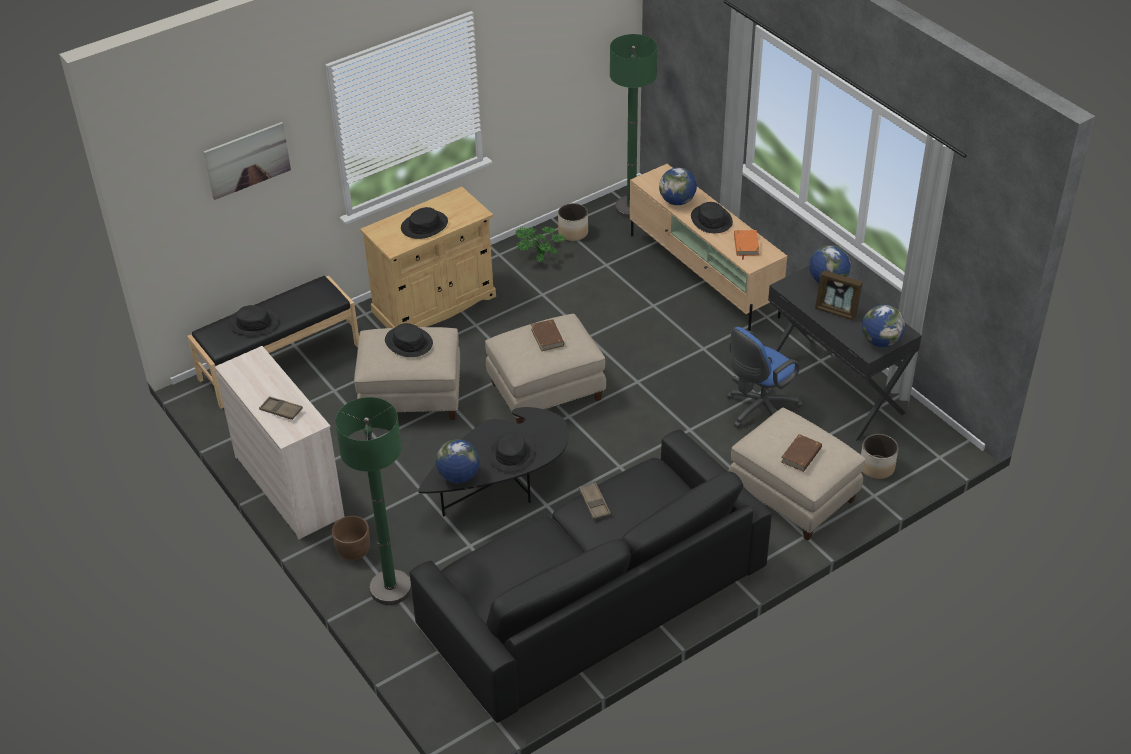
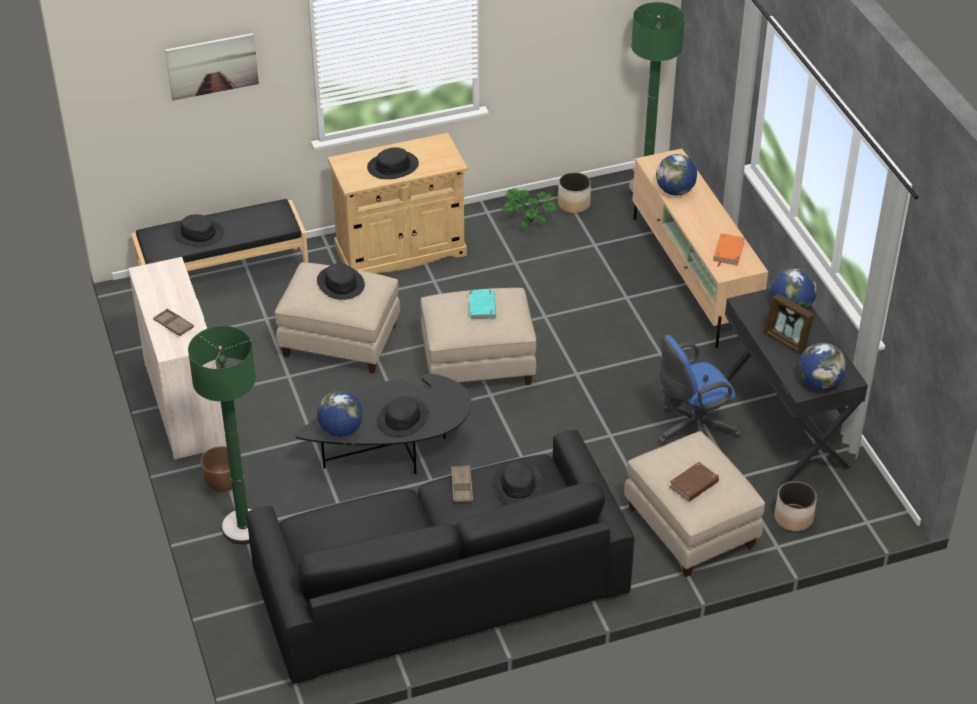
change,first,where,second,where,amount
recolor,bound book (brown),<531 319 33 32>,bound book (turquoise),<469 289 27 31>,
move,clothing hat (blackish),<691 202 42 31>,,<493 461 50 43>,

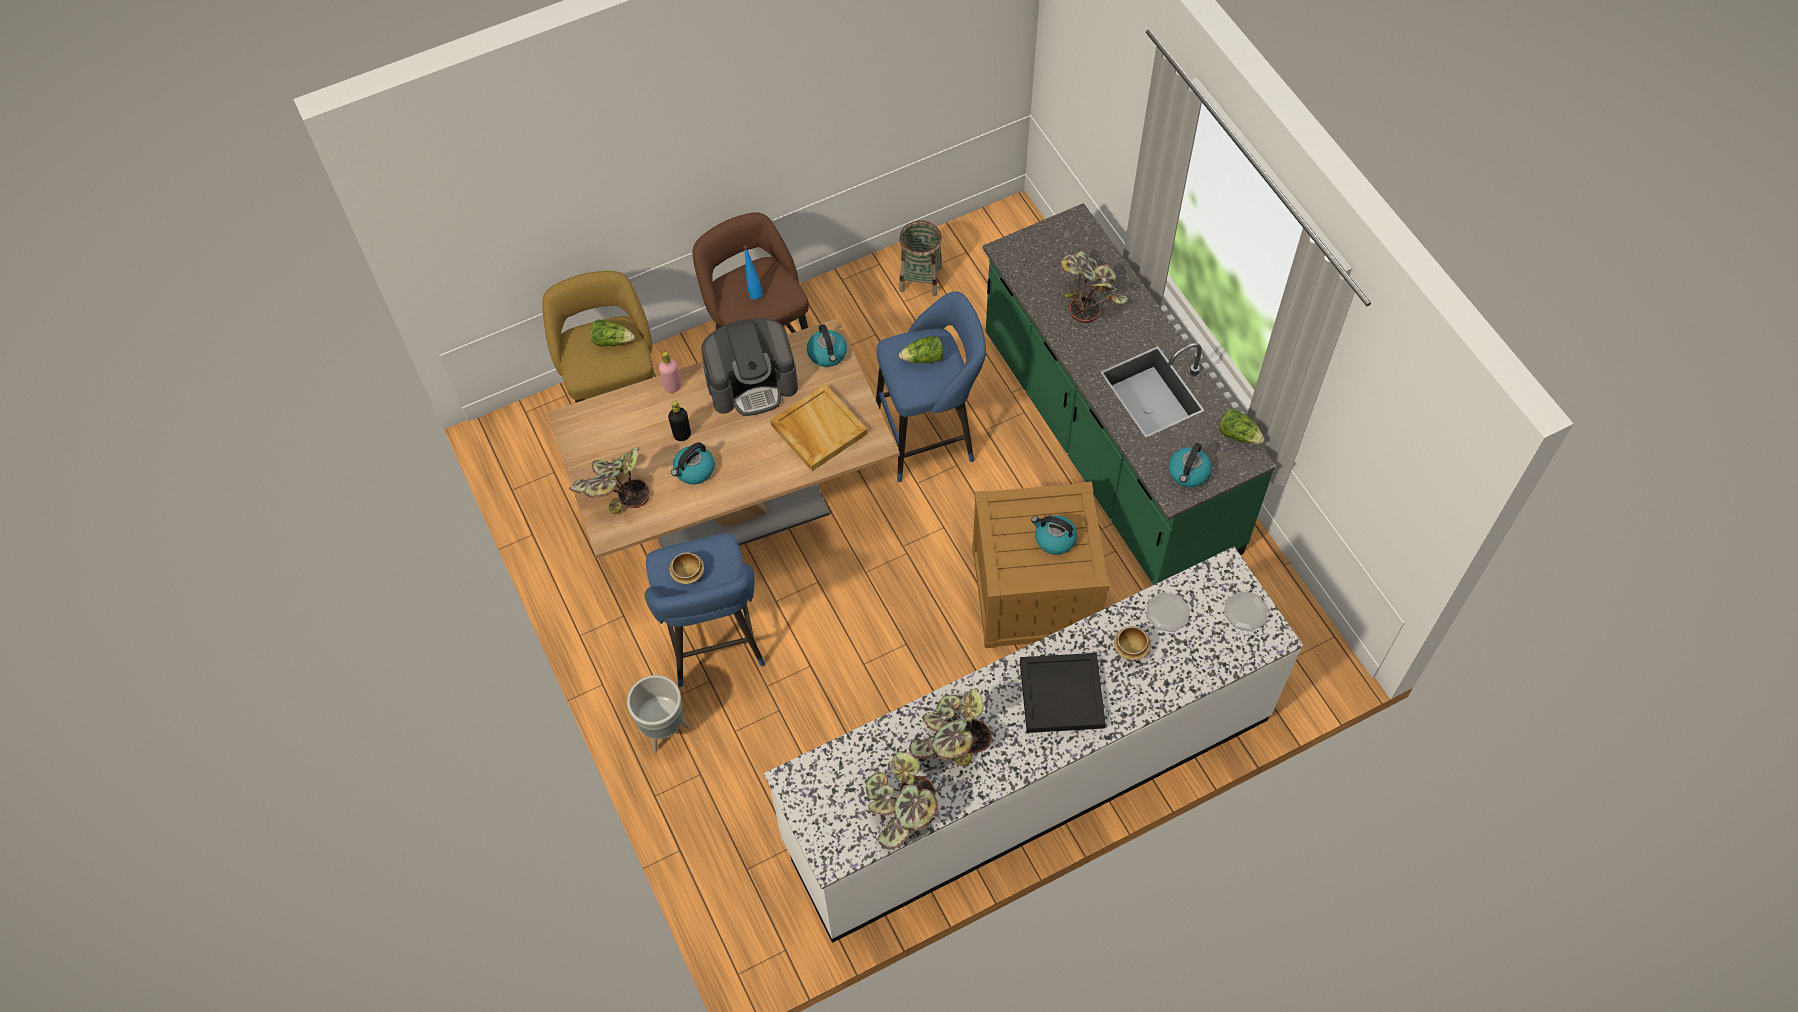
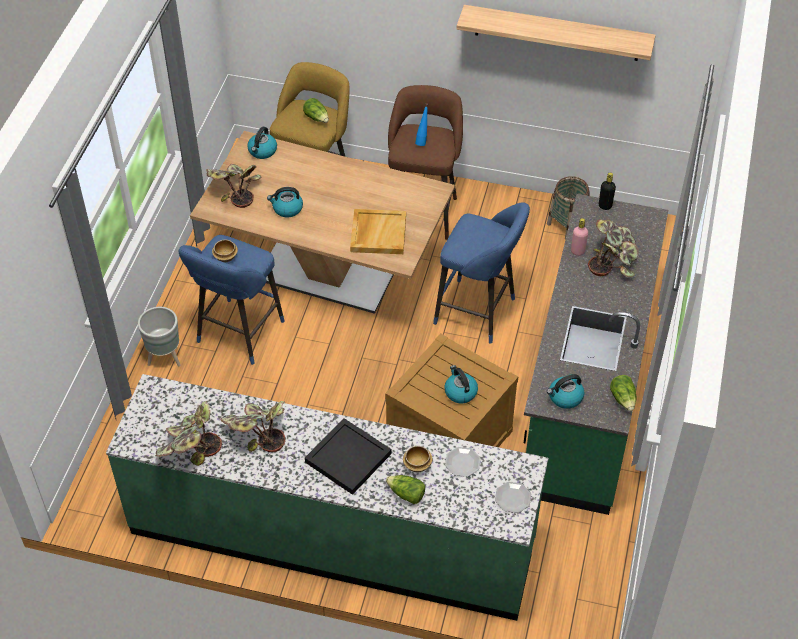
change,first,where,second,where,amount
move,drink bottle (pinkish),<659 352 22 41>,,<571 218 17 38>,
move,drink bottle (blackish),<668 401 23 40>,,<599 173 17 37>,
delete,coffee machine,<701 318 97 98>,,,
recolor,counter (white),<764 547 539 396>,counter (green),<106 374 442 247>,
move,water kettle,<807 324 40 43>,,<247 127 30 32>,
move,lettuce,<899 336 45 27>,,<386 475 39 29>,
insert,,,shelf,<457 5 199 56>,

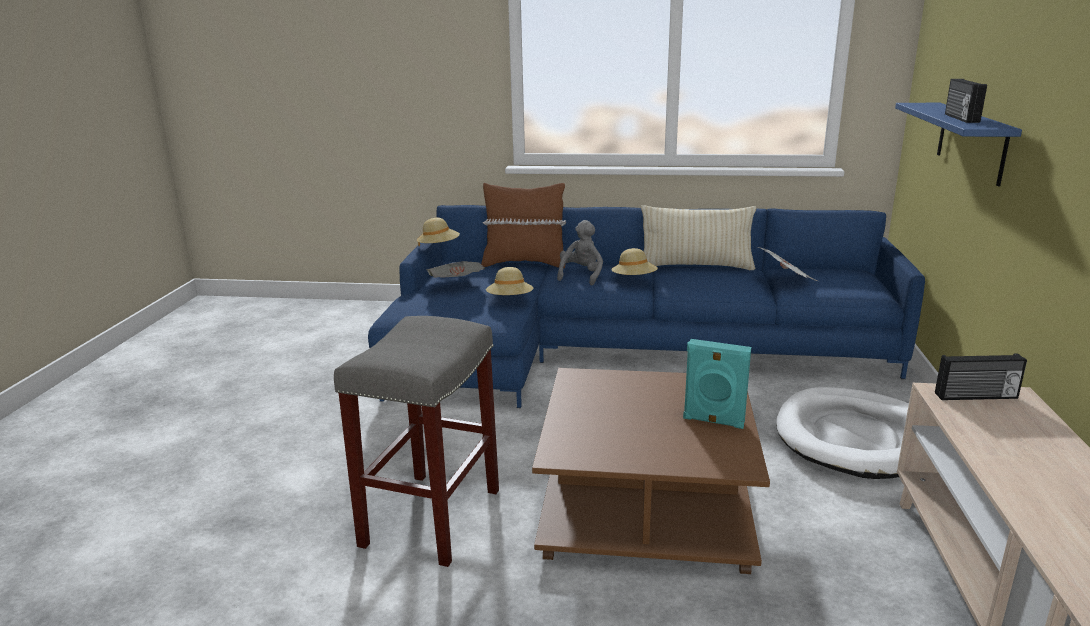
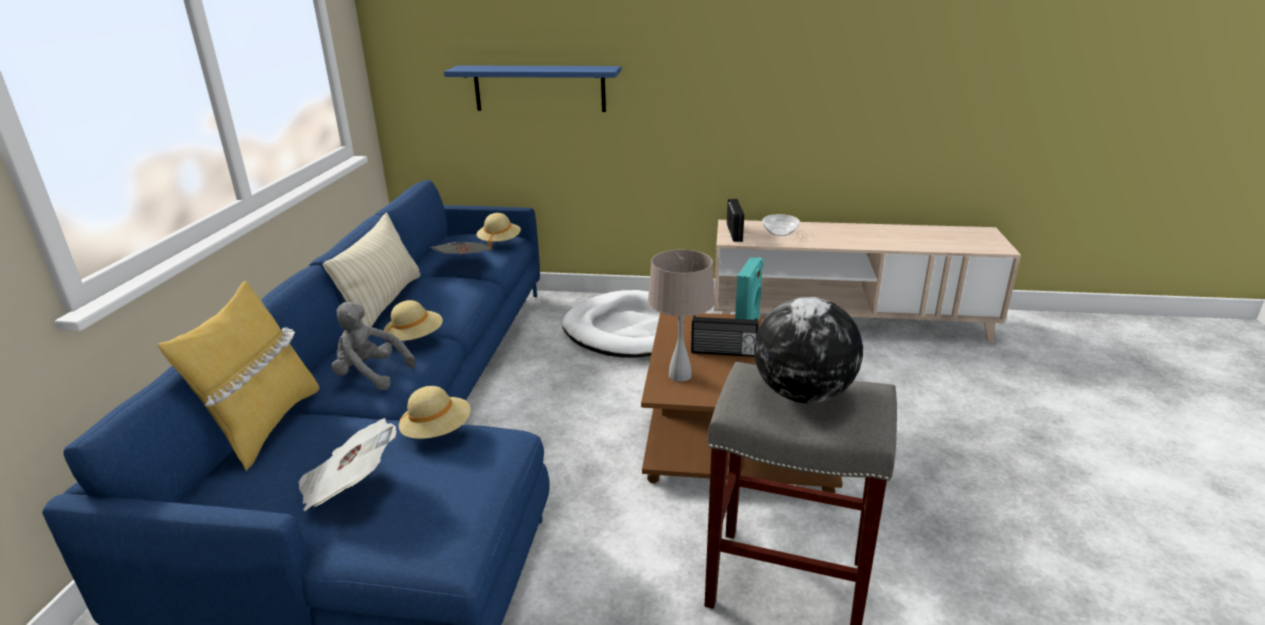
change,first,where,second,where,amount
move,clothing hat (beige),<417 218 43 28>,,<477 213 44 37>,
recolor,cushion (brown),<481 183 85 85>,cushion (yellow),<158 281 161 190>,
move,radio set,<945 79 42 44>,,<691 315 68 42>,
insert,,,table lamp (beige),<648 250 67 132>,
insert,,,world globe,<754 297 109 106>,
insert,,,bowl,<763 214 37 22>,

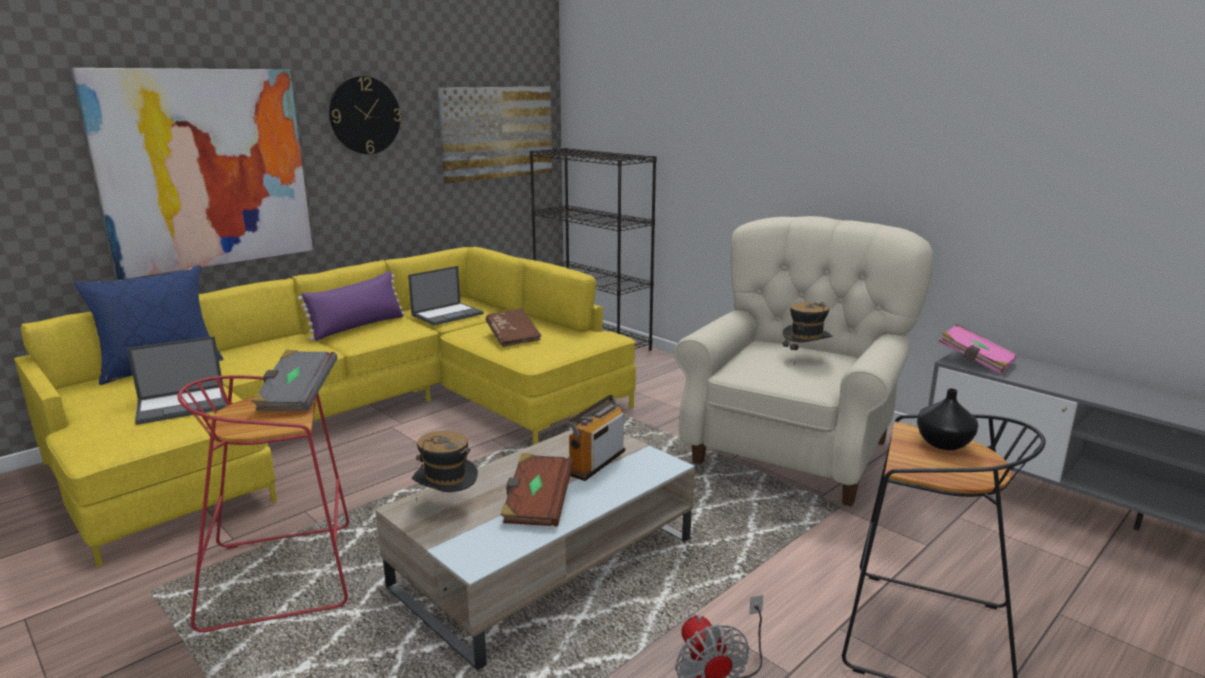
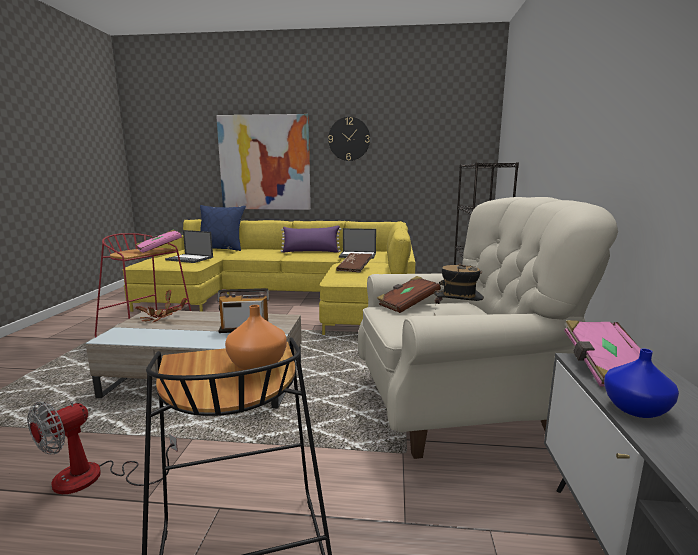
change,first,where,second,where,amount
recolor,bound book (gray),<251 350 86 61>,bound book (pinkish),<135 229 47 24>,
replace,clothing hat,<412 431 66 70>,plant in a pot,<136 290 52 32>,
delete,wall picture,<438 87 114 96>,,,
move,bound book (brown),<501 453 73 74>,,<377 276 64 37>,
recolor,vase (blackish),<917 388 61 62>,vase (orangey),<225 305 62 65>,
insert,,,vase (bluish),<604 348 75 70>,

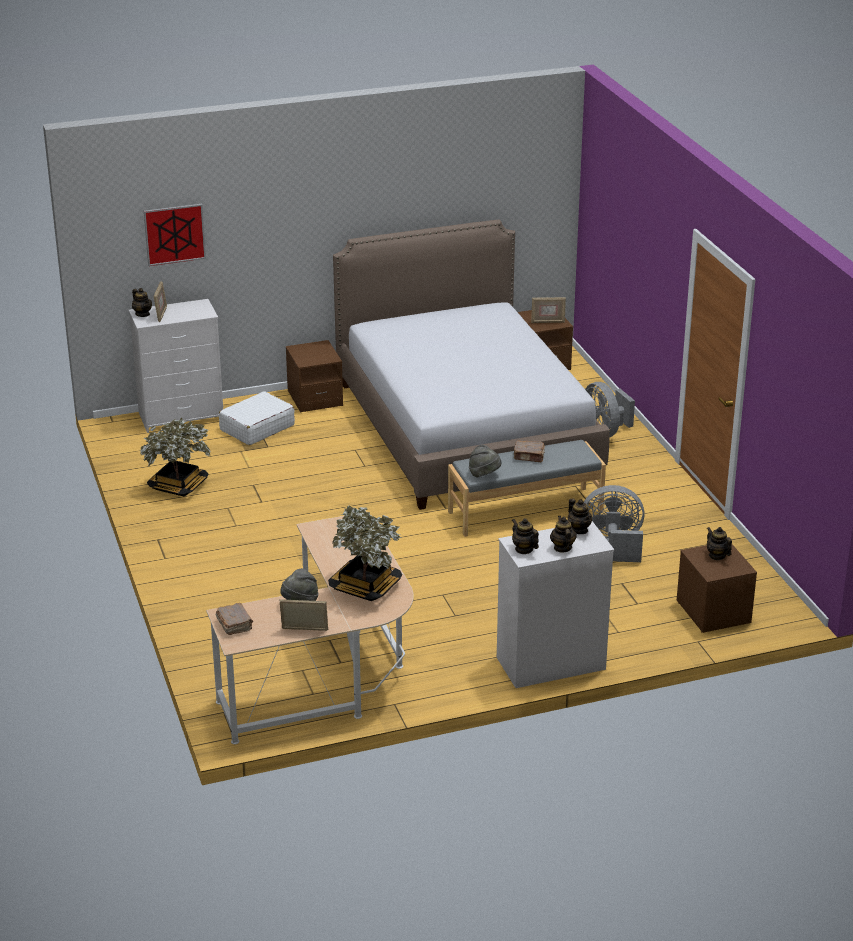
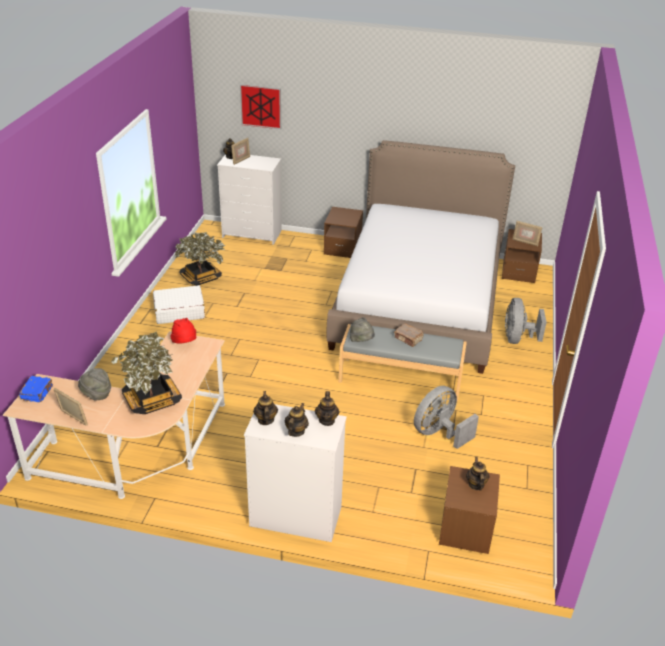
change,first,where,second,where,amount
recolor,bound book (brown),<216 603 37 32>,bound book (bluish),<19 376 34 26>,
move,suitcase (white),<219 391 76 54>,,<153 285 52 39>,
rotate,cooling fan (gray),<584 485 60 77>,,<414 386 65 63>,75 degrees counterclockwise
insert,,,clothing hat (red),<170 318 26 25>,

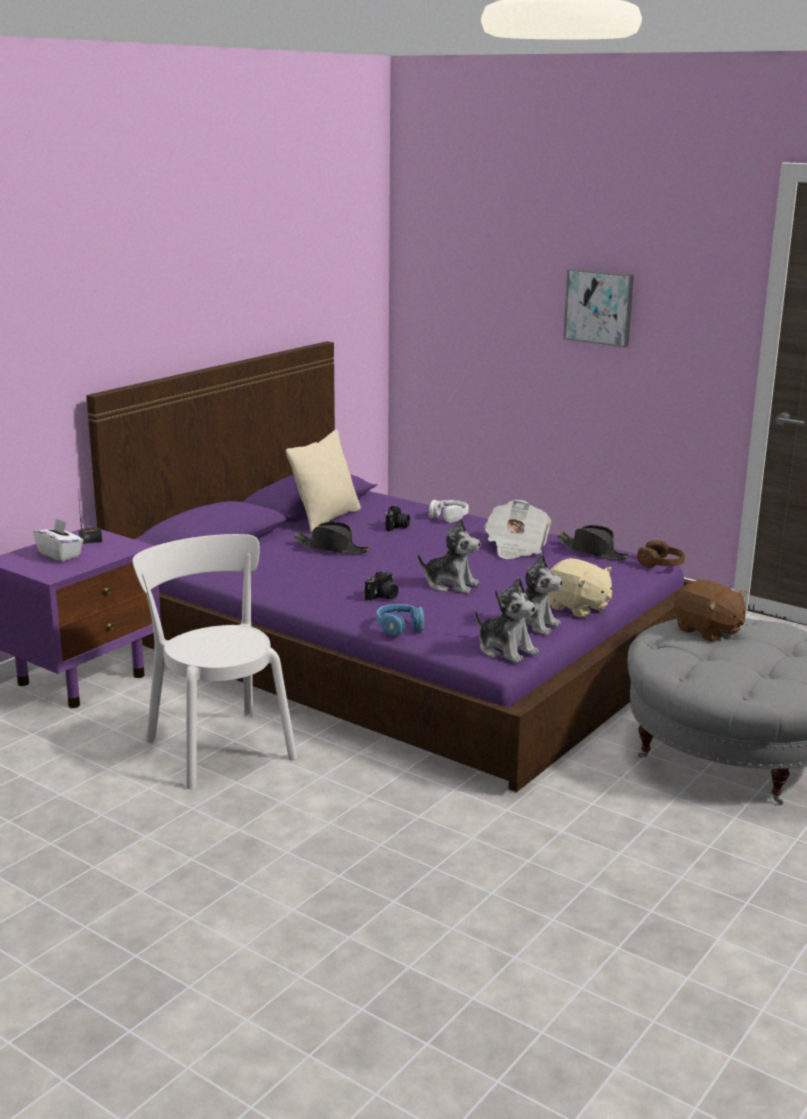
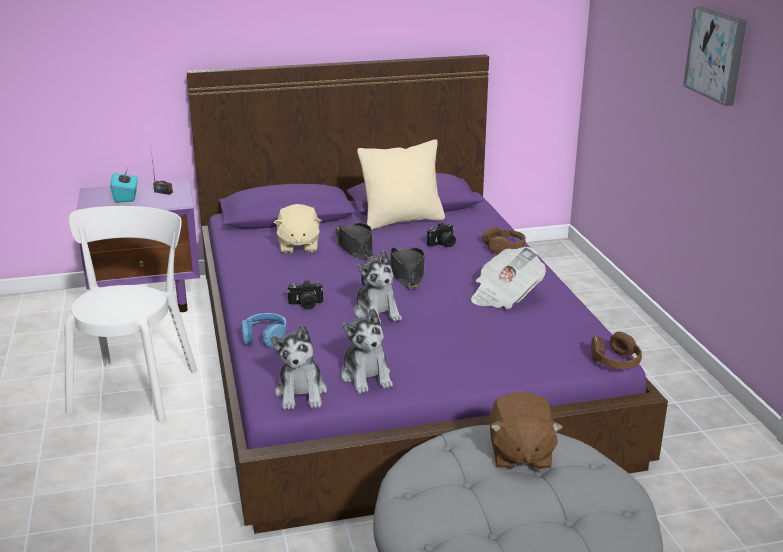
change,first,where,second,where,amount
recolor,tissue box (white),<33 518 50 44>,tissue box (turquoise),<110 168 28 35>,
recolor,headset (white),<429 500 40 23>,headset (brown),<483 227 43 27>,
move,plush toy (beige),<548 558 65 60>,,<274 204 47 50>,
move,clothing hat (blackish),<557 525 74 35>,,<390 247 35 42>,

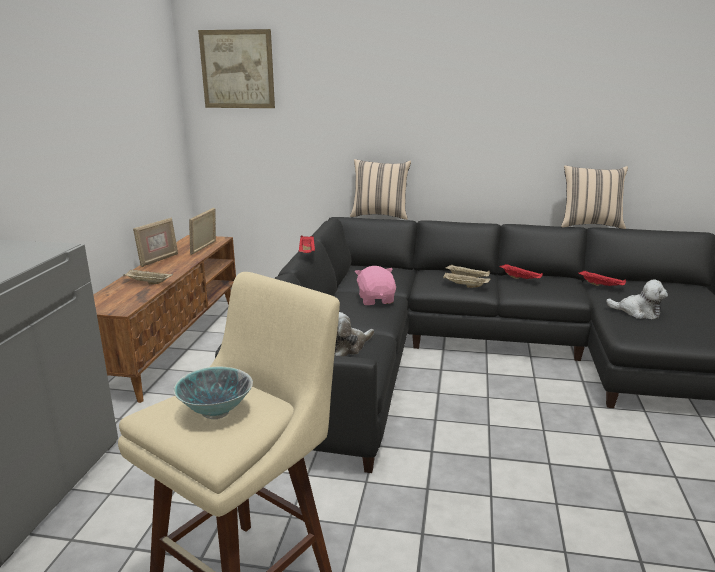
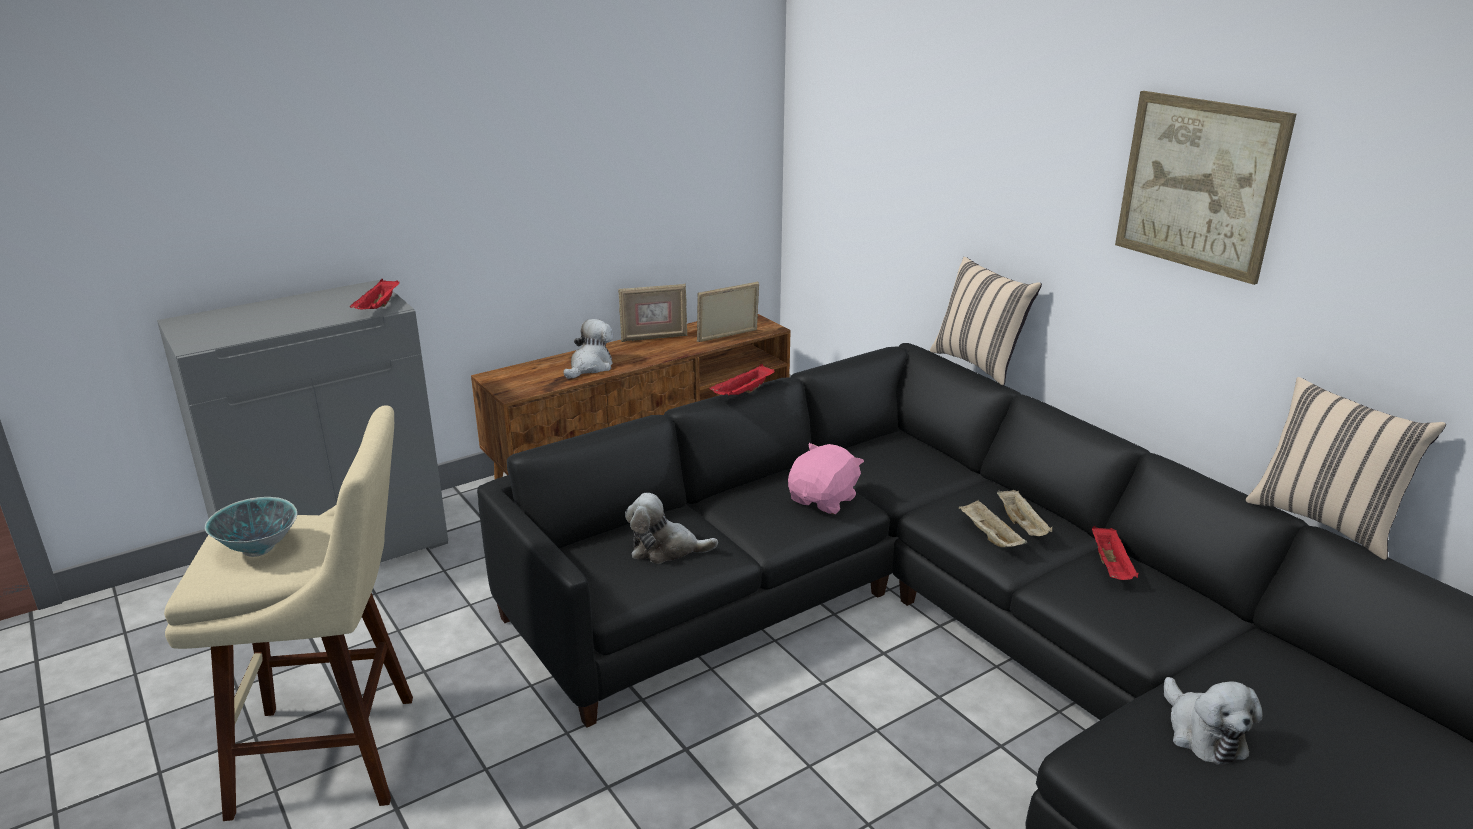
change,first,where,second,where,amount
replace,tray (beige),<123 269 50 16>,plush toy,<564 319 49 60>,
move,wall picture,<198 29 77 79>,,<1115 91 181 194>,
move,tray (red),<578 270 48 16>,,<350 279 50 30>,

